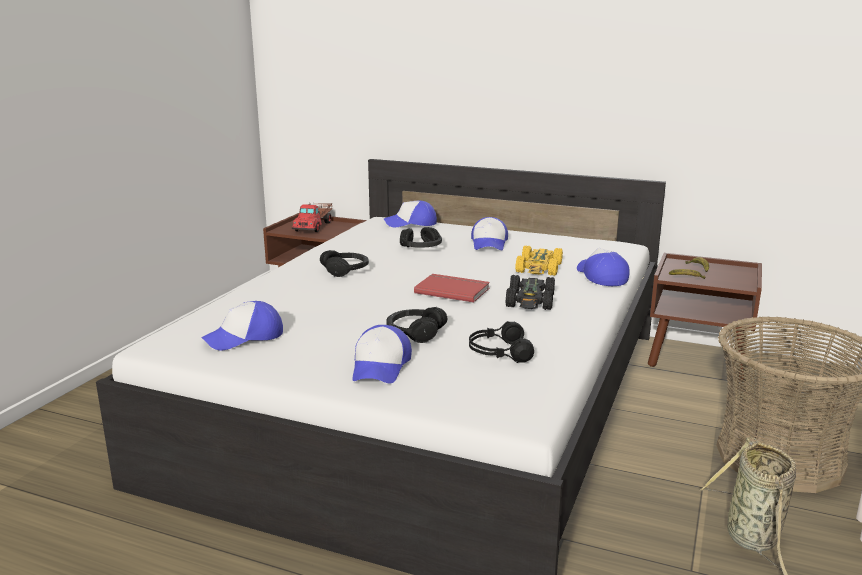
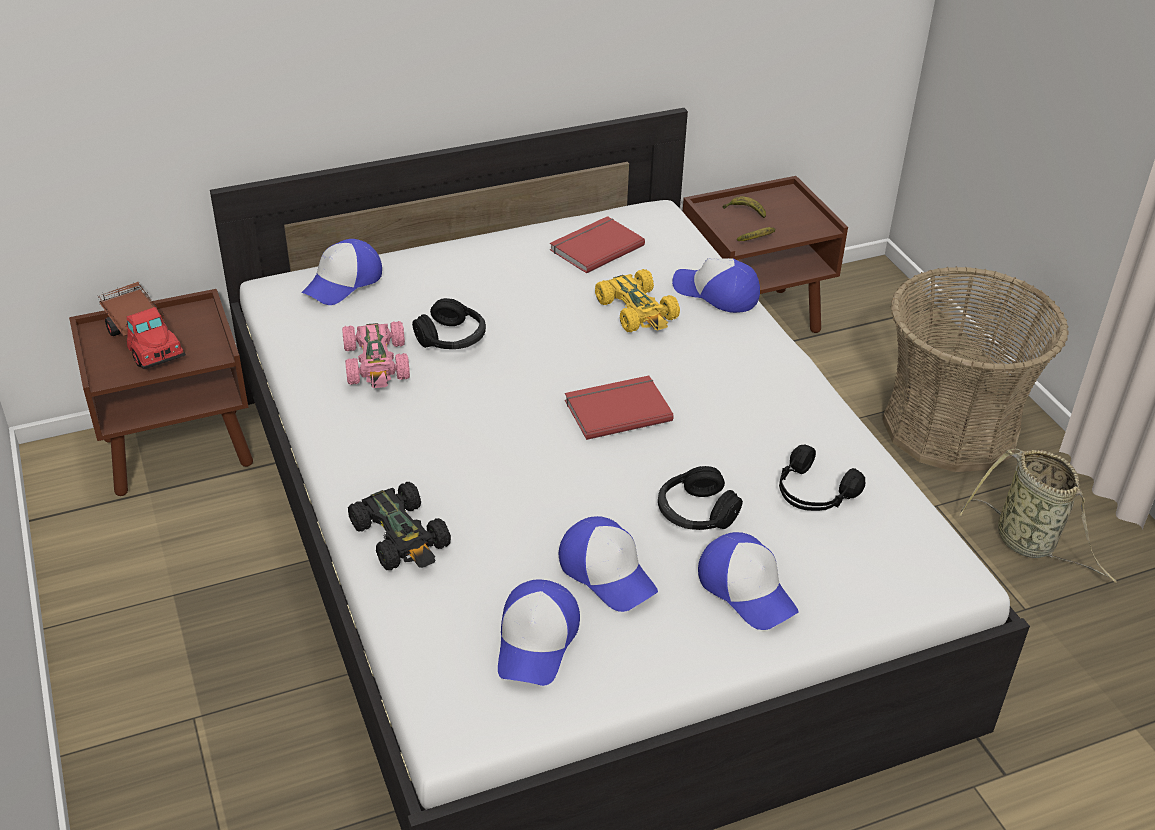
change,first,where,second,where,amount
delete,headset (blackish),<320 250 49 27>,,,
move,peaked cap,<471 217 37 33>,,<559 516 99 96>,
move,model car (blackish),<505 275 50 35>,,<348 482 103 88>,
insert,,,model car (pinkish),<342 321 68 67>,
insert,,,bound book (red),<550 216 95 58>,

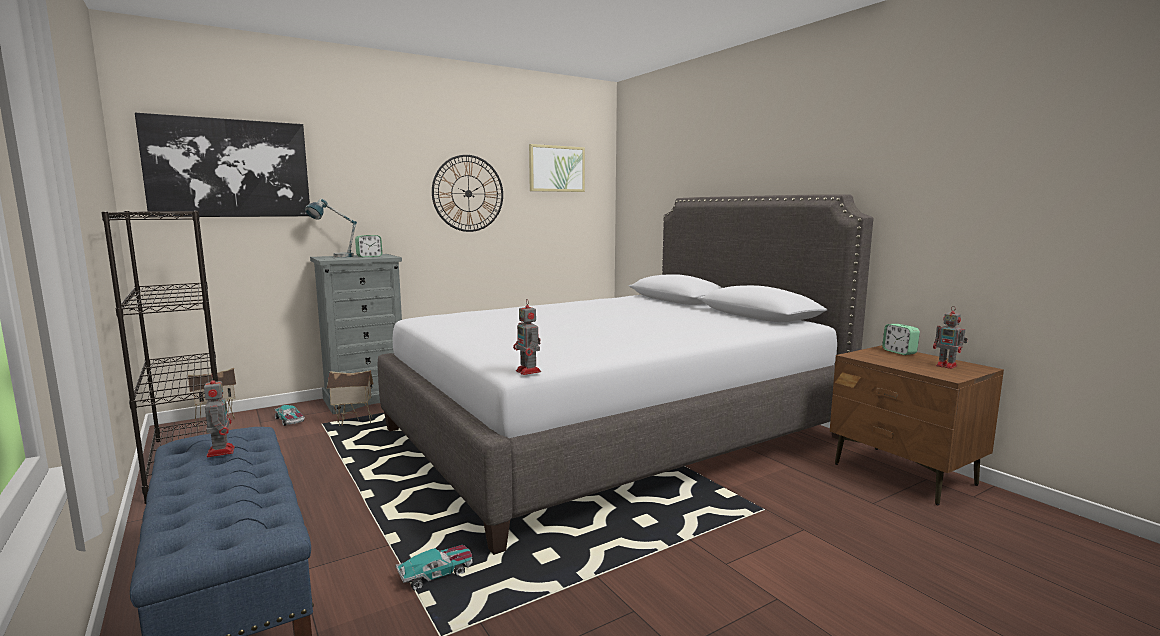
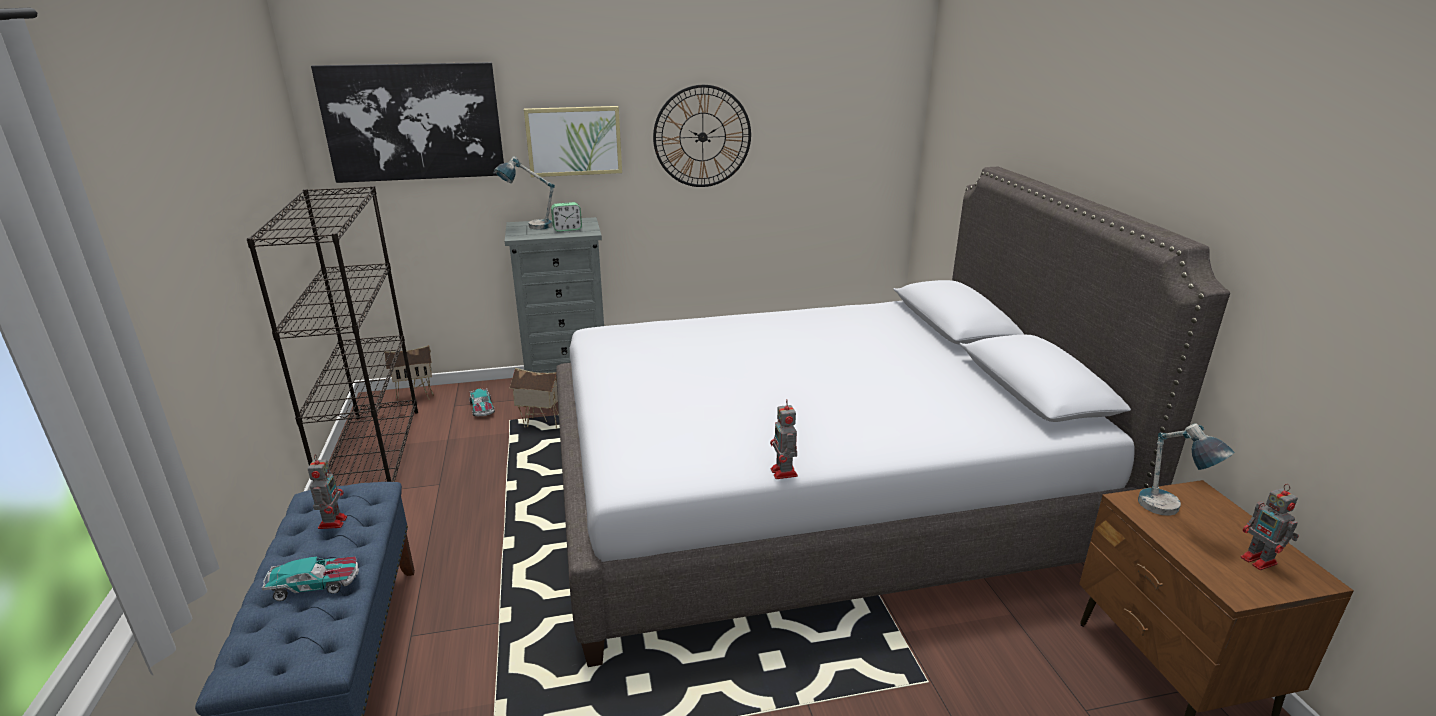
change,first,where,second,where,amount
move,model car,<396 545 77 46>,,<262 556 97 45>,
move,robot figure,<513 299 28 76>,,<770 400 28 79>,
move,wall picture,<529 144 56 48>,,<524 106 98 71>,
delete,bedside clock,<882 324 38 31>,,,
insert,,,table lamp,<1138 423 96 93>,

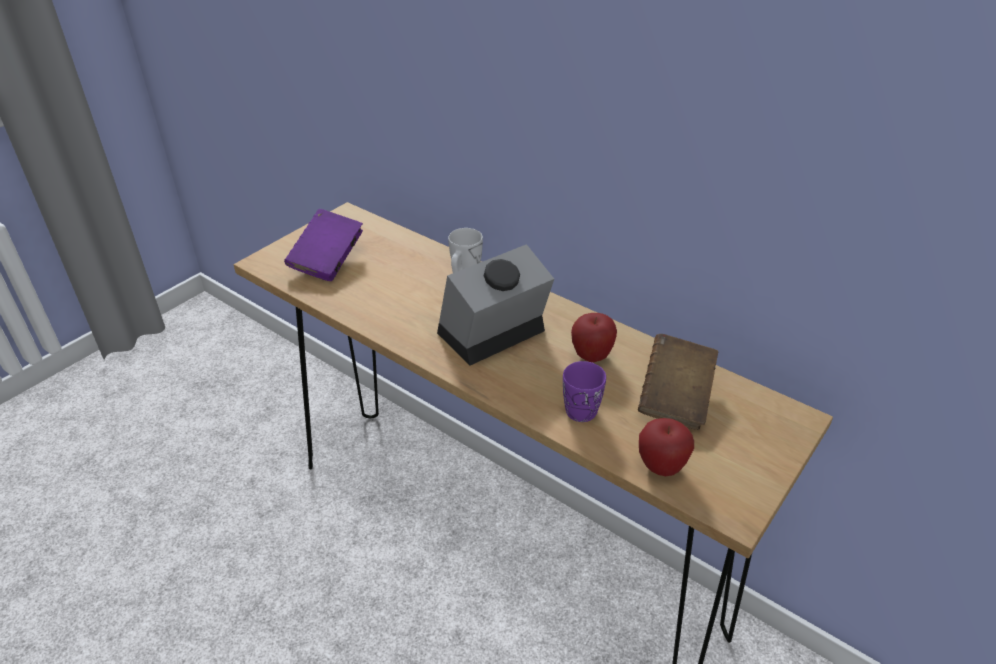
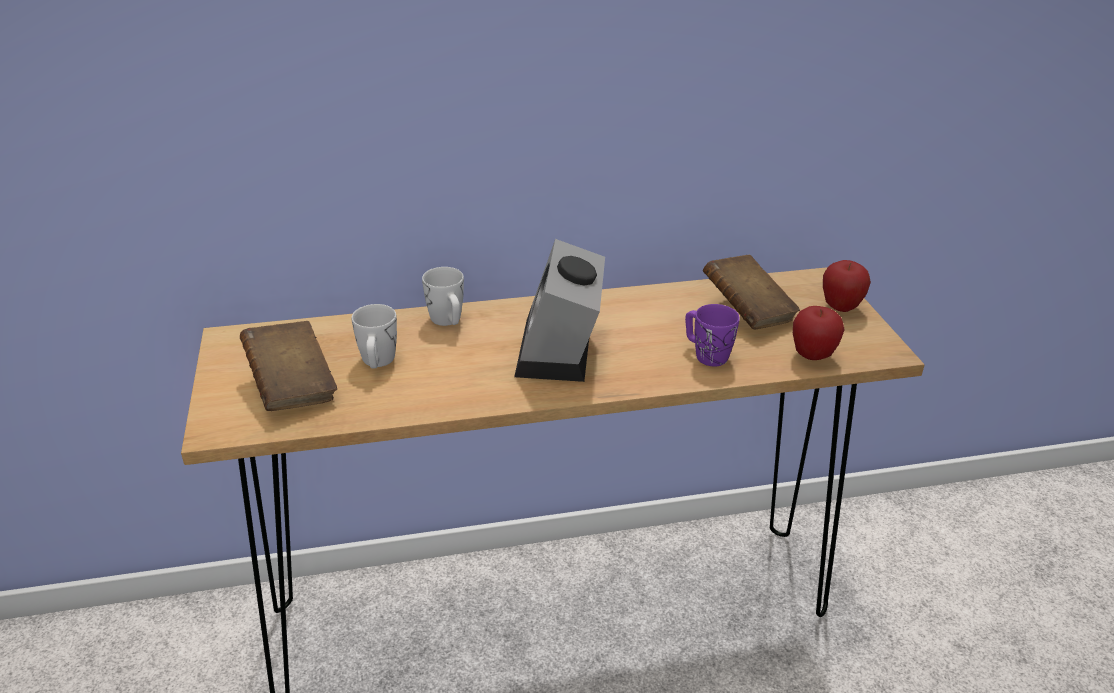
change,first,where,second,where,amount
recolor,bound book (purple-coloured),<284 209 79 72>,bound book (brown),<240 321 97 90>,
move,apple fruit,<571 313 46 49>,,<823 260 48 52>,
insert,,,coffee mug (white),<352 304 45 64>,

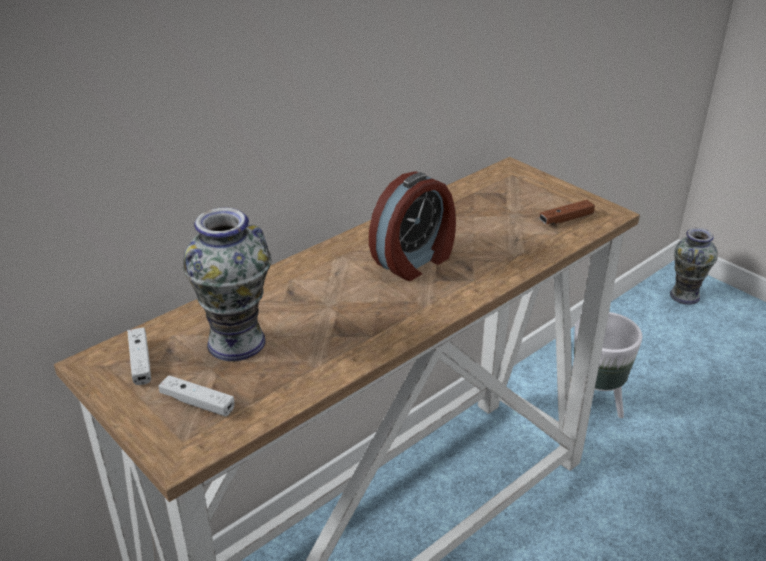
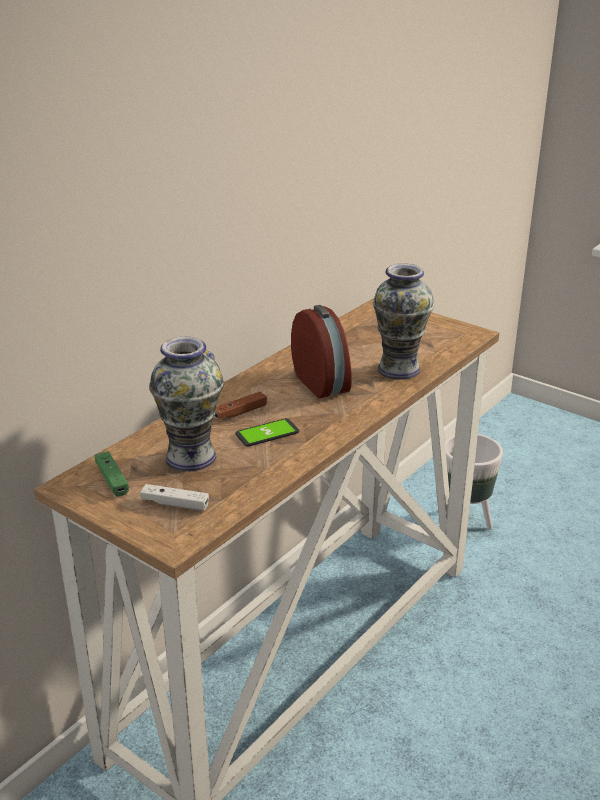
change,first,where,second,where,amount
recolor,gamepad (white),<128 327 23 58>,gamepad (green),<95 451 34 45>,
rotate,bedside clock,<369 171 87 110>,,<291 305 61 93>,60 degrees counterclockwise
move,gamepad (brown),<539 200 56 24>,,<214 392 53 28>,
move,vase,<670 228 48 77>,,<373 264 61 116>,
insert,,,handset,<235 418 64 29>,

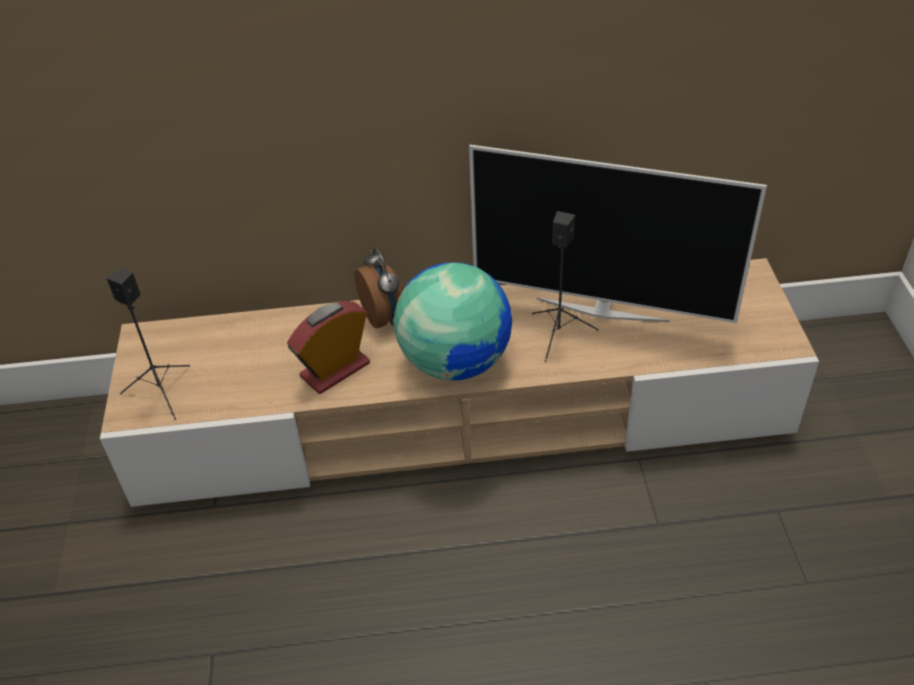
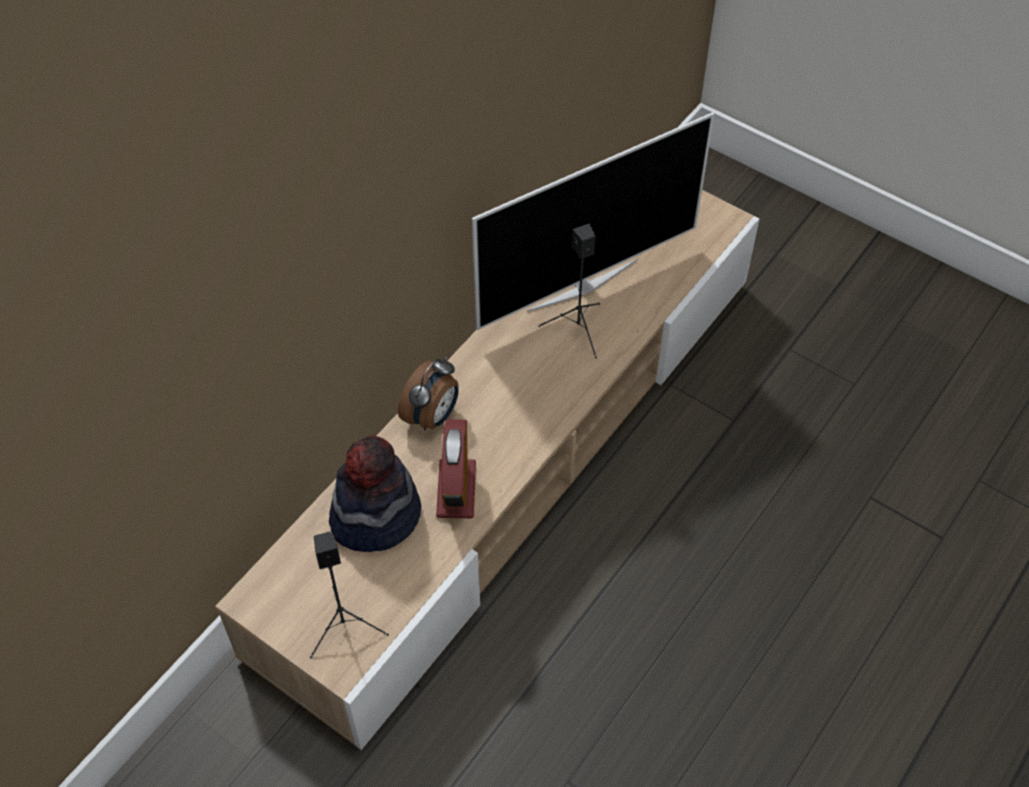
change,first,where,second,where,amount
rotate,bedside clock,<354 248 49 80>,,<398 357 61 74>,105 degrees clockwise
delete,world globe,<394 262 118 119>,,,
insert,,,clothing hat,<329 435 92 117>,

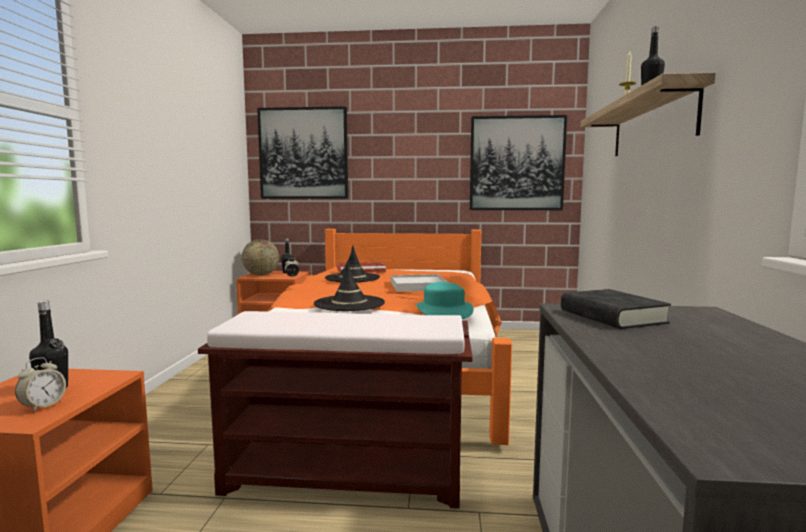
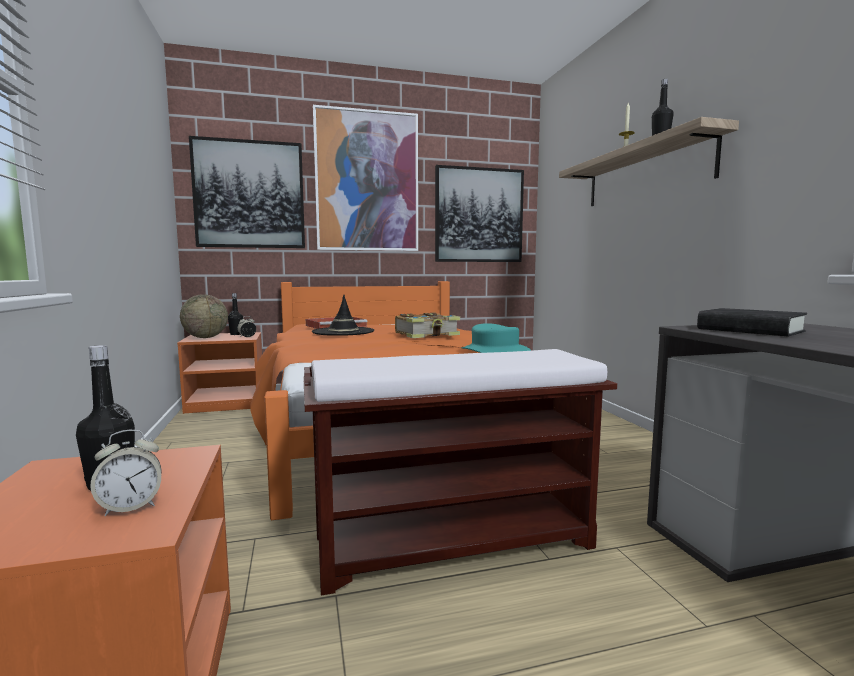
change,first,where,second,where,amount
rotate,bedside clock,<15 358 51 54>,,<90 430 71 86>,60 degrees clockwise
delete,clothing hat (blackish),<314 261 71 50>,,,
replace,tray (white),<391 274 57 18>,bound book,<395 313 65 25>,
insert,,,wall picture,<313 105 105 146>,

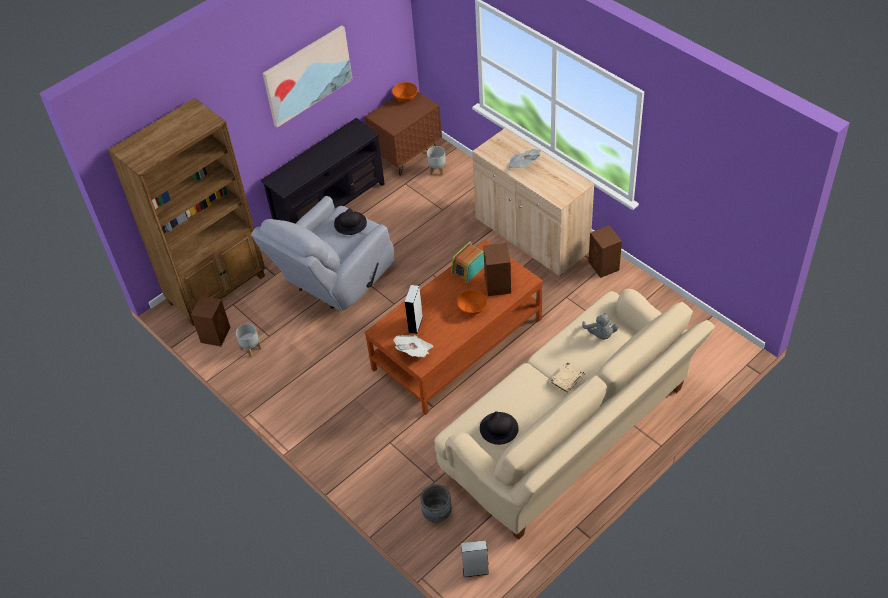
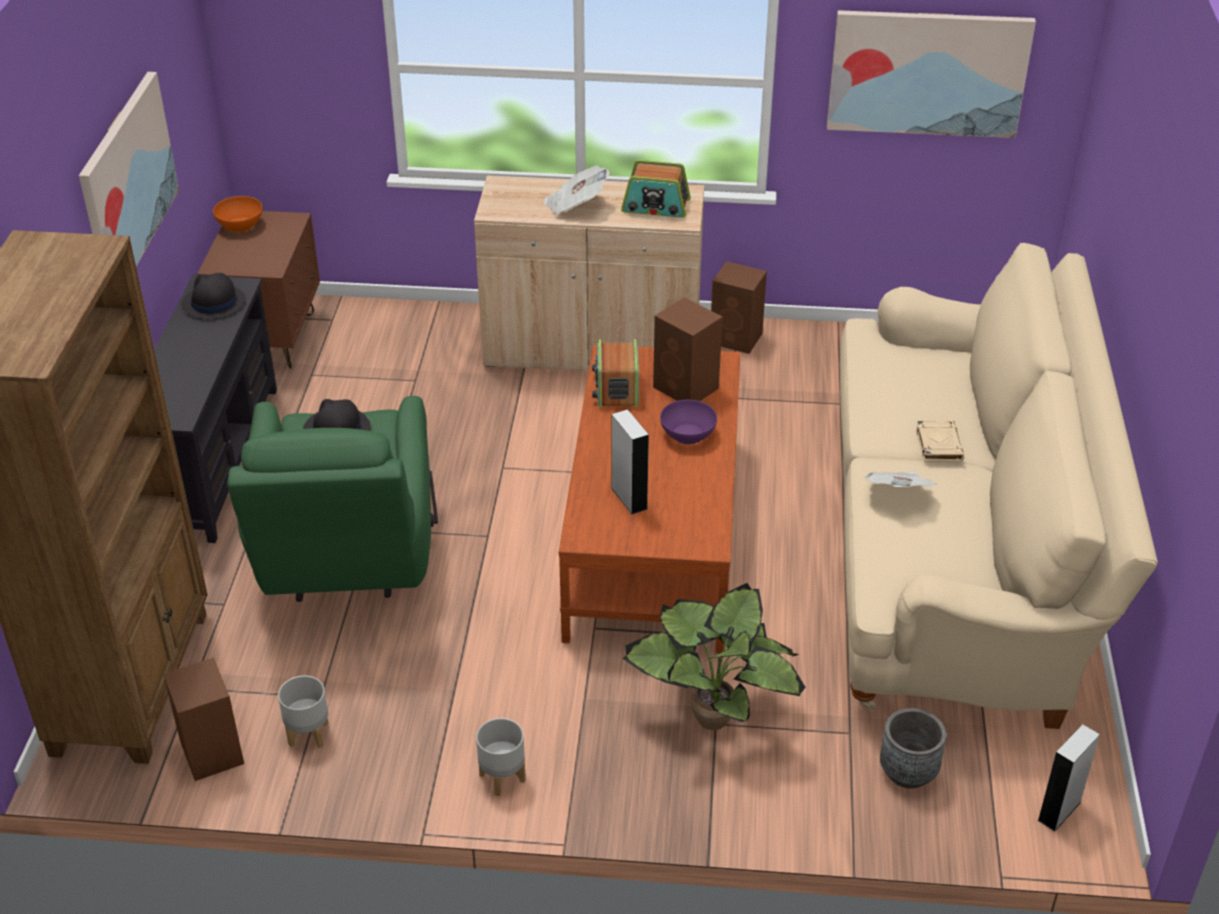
change,first,where,second,where,amount
recolor,easy chair (gray),<251 196 144 115>,easy chair (green),<227 396 211 206>,
move,newspaper,<393 335 41 22>,,<864 471 73 16>,
move,plant pot (gray),<427 146 19 29>,,<476 718 50 78>,
recolor,bowl (orangey),<457 290 30 25>,bowl (purple-coloured),<660 400 57 44>,
move,clothing hat (blackish),<480 411 39 34>,,<181 273 65 46>,
delete,plush toy (gray),<582 313 36 27>,,,
insert,,,radio set,<621 160 70 58>,
insert,,,plant in a pot,<623 583 183 147>,
insert,,,wall picture,<827 10 209 128>,

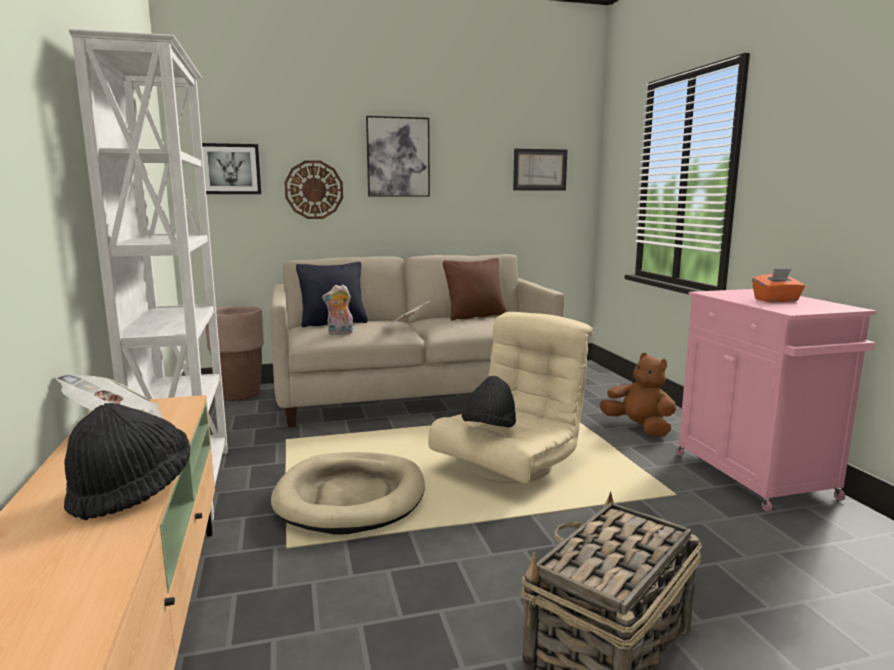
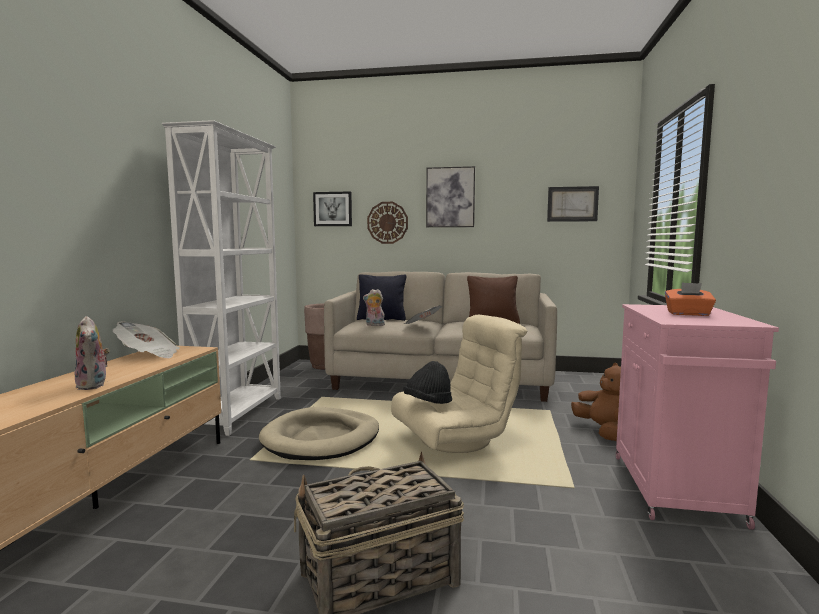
change,first,where,second,where,amount
replace,clothing hat (blackish),<64 403 126 117>,plush toy,<75 316 35 74>,

